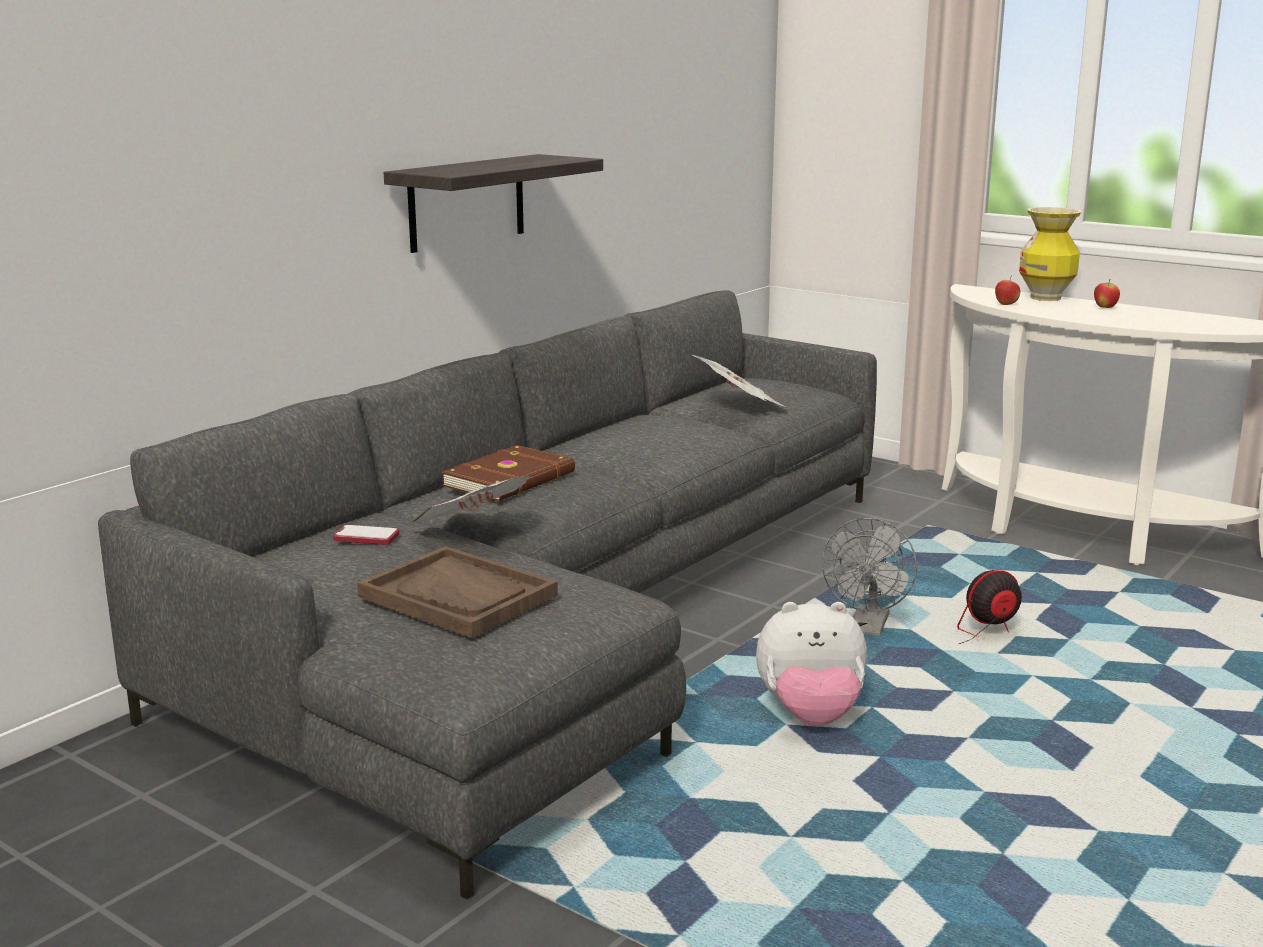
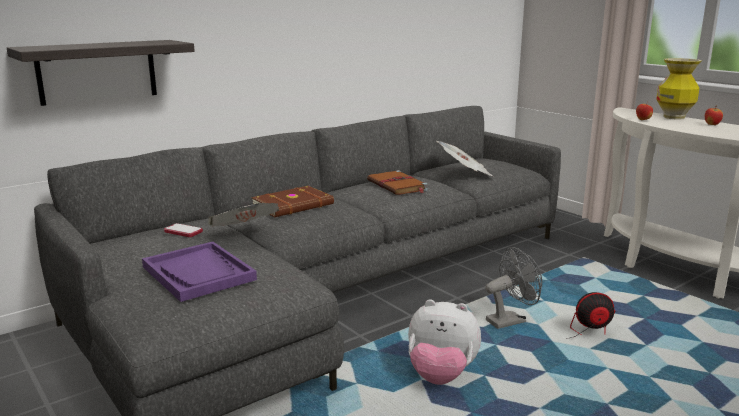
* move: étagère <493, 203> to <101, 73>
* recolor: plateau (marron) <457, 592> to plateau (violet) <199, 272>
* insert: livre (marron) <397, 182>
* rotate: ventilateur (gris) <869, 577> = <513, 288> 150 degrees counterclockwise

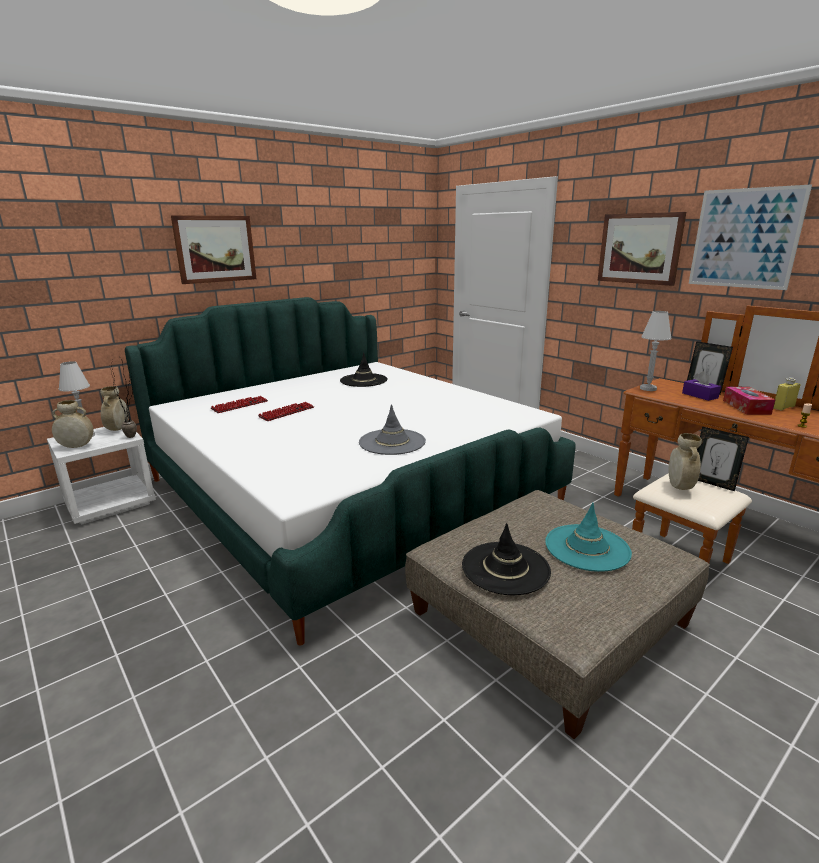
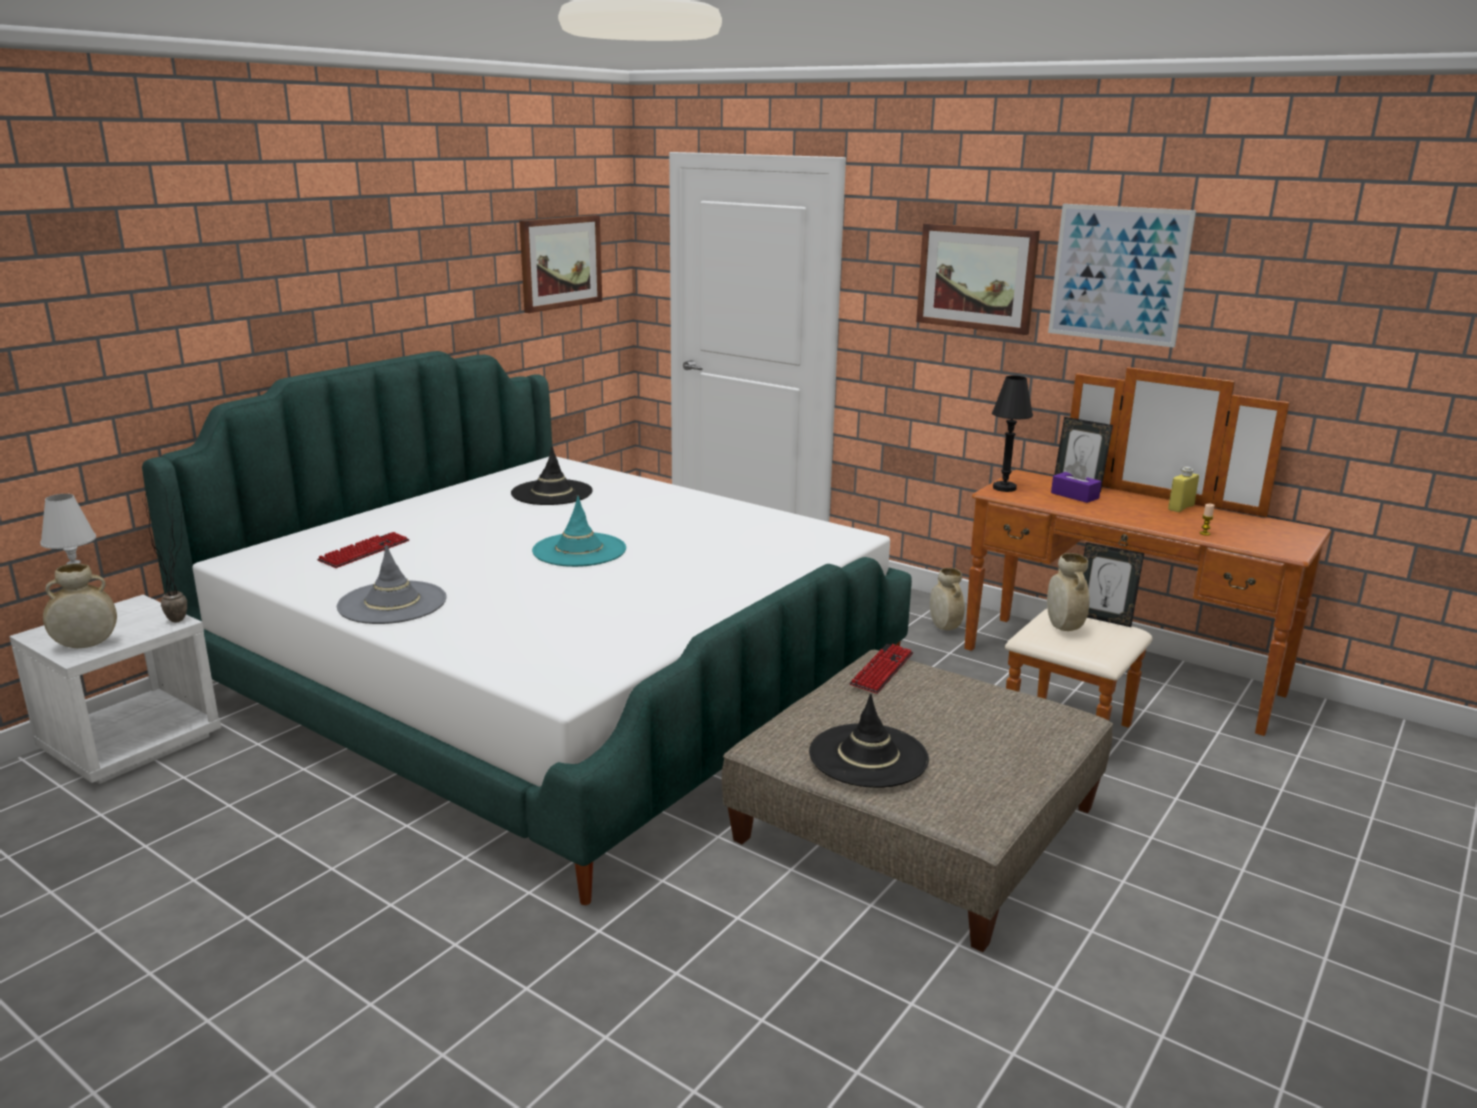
* move: chapeau (gris) <392, 429> to <392, 584>
* move: tableau <214, 249> to <560, 264>
* move: chapeau (turquoise) <588, 537> to <579, 531>
* move: clavier <286, 411> to <881, 669>
* move: vase (beige) <114, 408> to <947, 599>
* recolor: lampe de table (blanc) <656, 351> to lampe de table (noir) <1012, 434>
* delete: boîte à mouchoirs <749, 401>

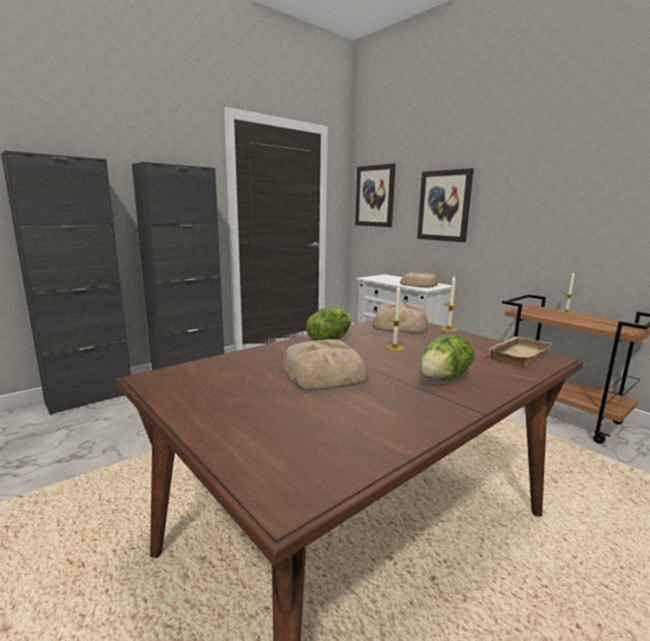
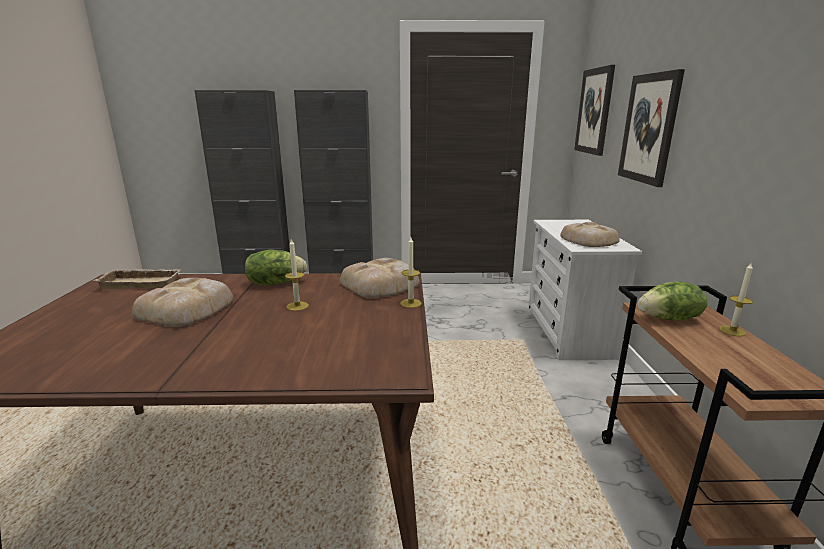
* move: plateau (beige) <520, 351> to <137, 279>
* move: laitue <447, 357> to <673, 301>

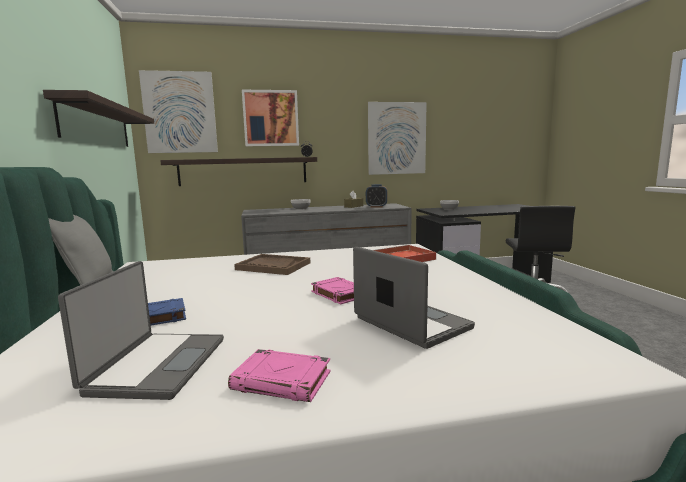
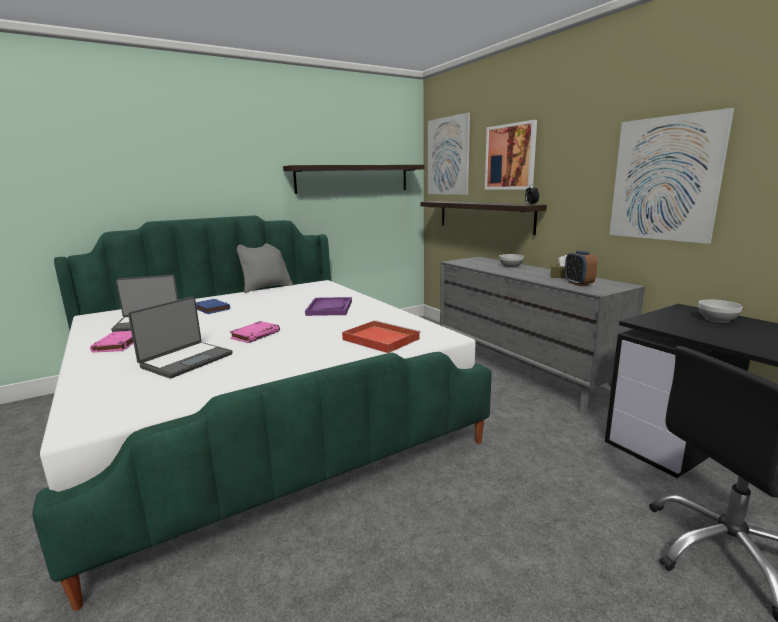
* recolor: plateau (marron) <272, 264> to plateau (violet) <328, 306>

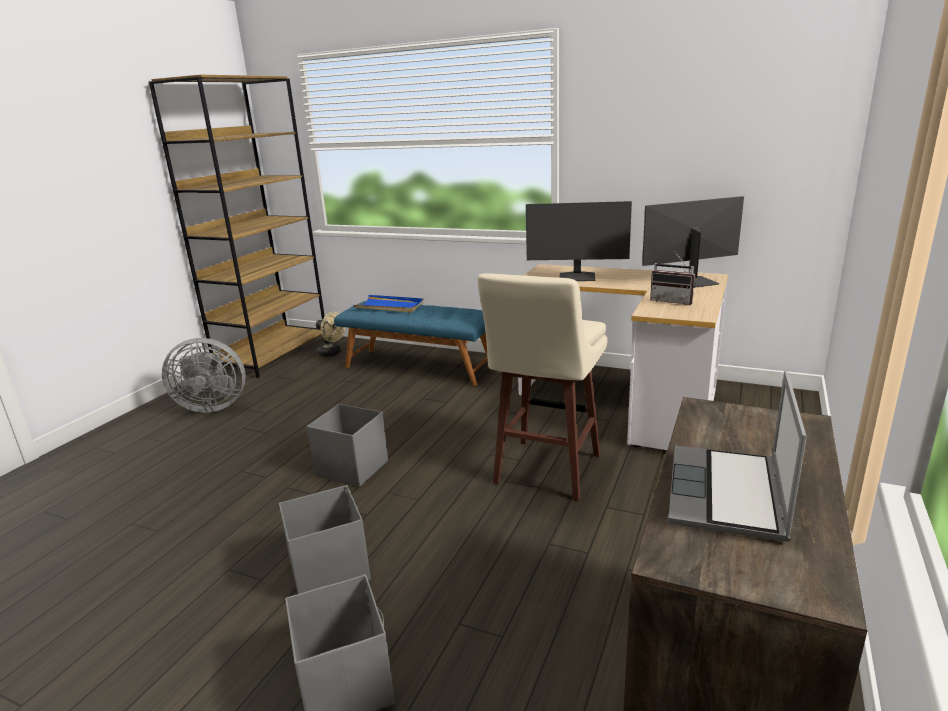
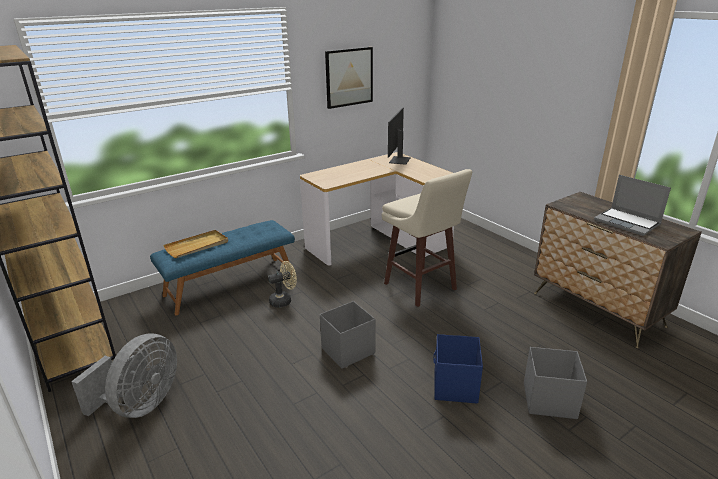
* recolor: plateau (bleu) <389, 304> to plateau (beige) <195, 244>
* move: ventilateur (beige) <330, 334> to <282, 284>
* insert: tableau <349, 78>
* recolor: boîte de rangement (gris) <325, 539> to boîte de rangement (bleu) <458, 369>
* delete: écran d'ordinateur <579, 241>
* delete: radio <673, 278>

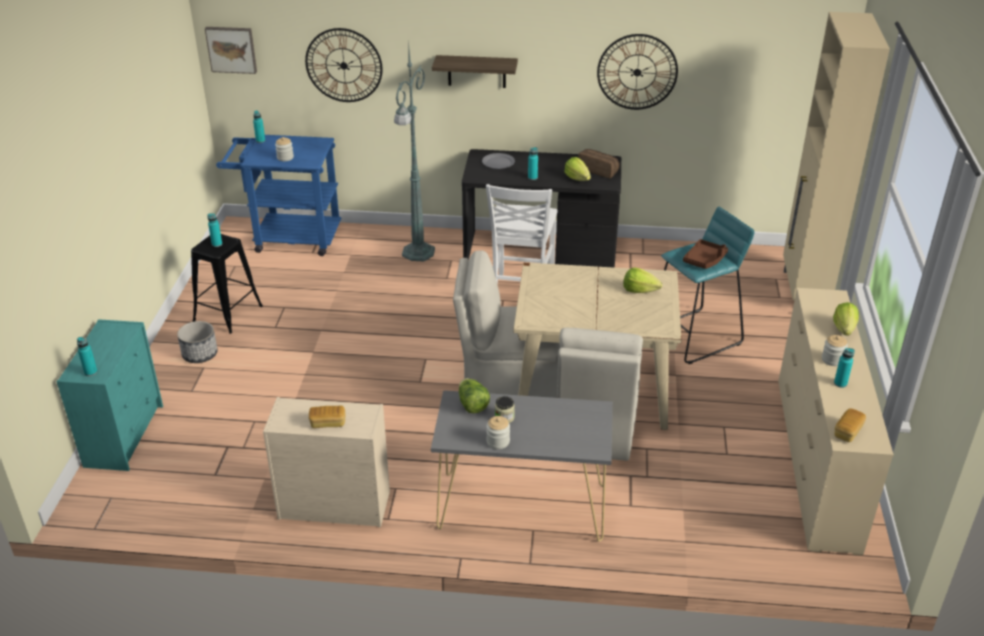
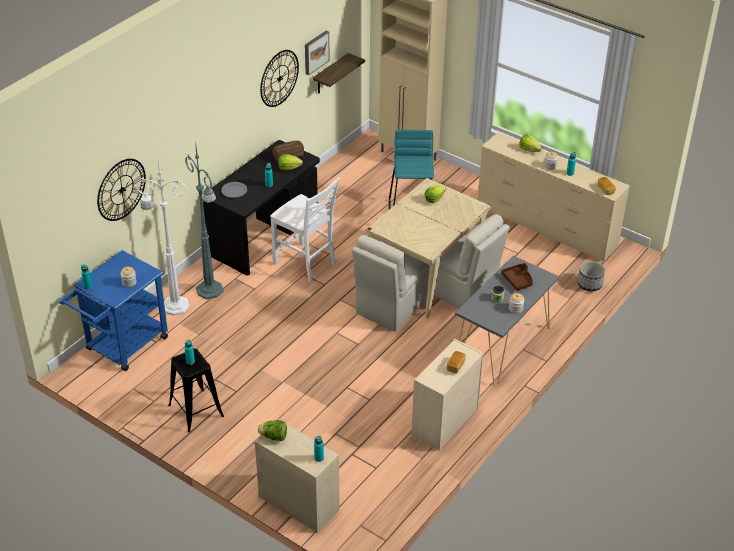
* insert: lampadaire (blanc) <163, 237>
* recolor: commode (turquoise) <109, 395> to commode (beige) <297, 476>
* move: laitue <474, 395> to <272, 430>
* move: tableau <231, 50> to <317, 53>
* move: étagère <475, 71> to <339, 73>
* move: plateau (marron) <705, 254> to <517, 277>
* move: cache-pot <197, 342> to <591, 276>

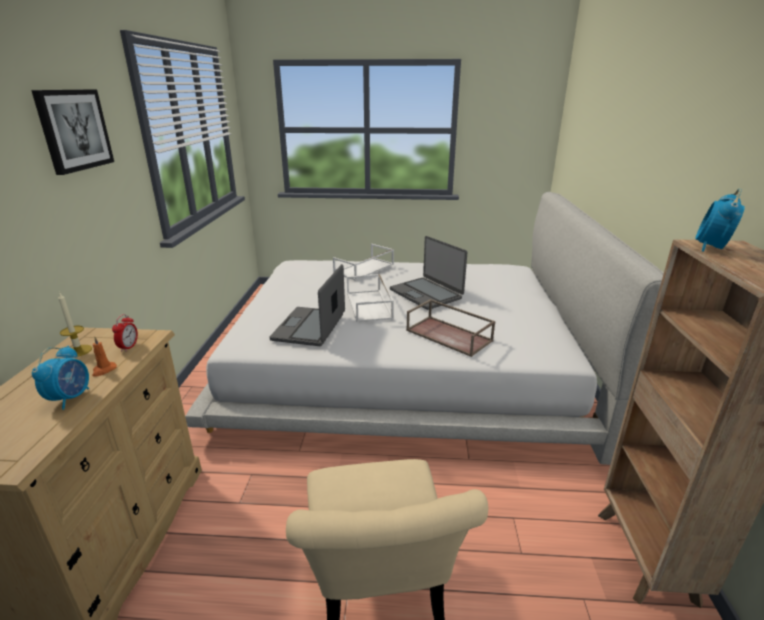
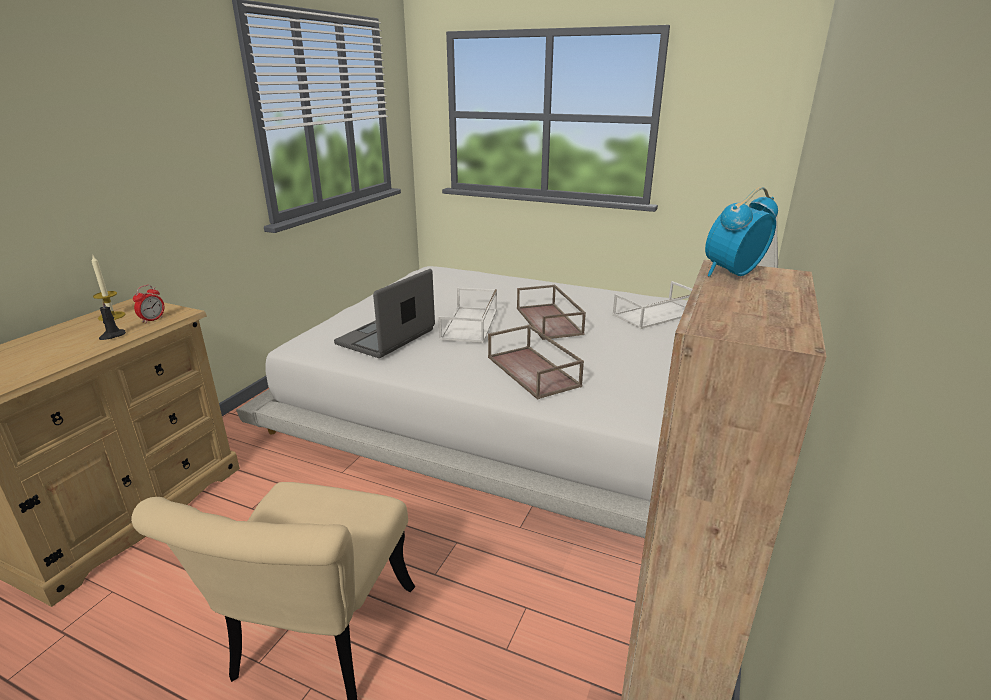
* recolor: bougie (orange) <104, 357> to bougie (noir) <112, 320>
* replace: ordinateur portable <428, 273> to plateau (marron) <551, 312>
* move: plateau (blanc) <363, 262> to <652, 305>
* delete: tableau <72, 132>
* delete: réveil <60, 378>

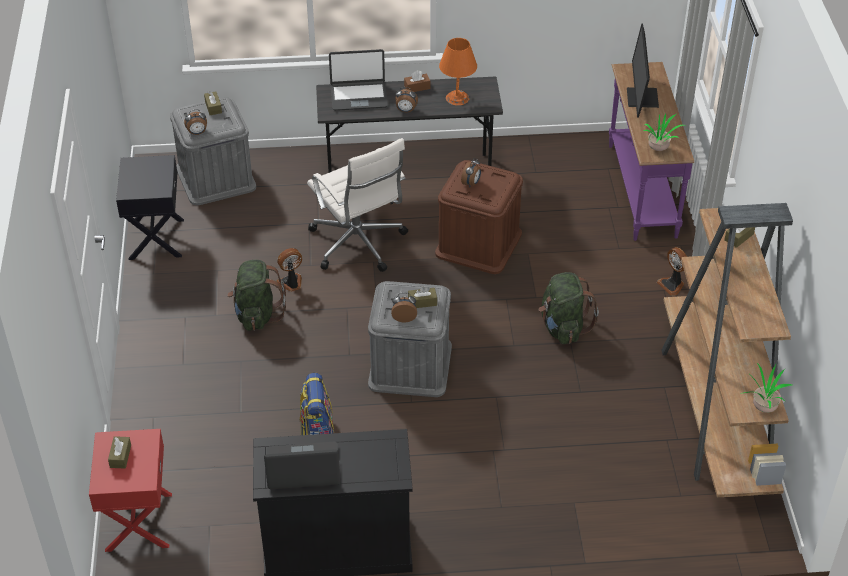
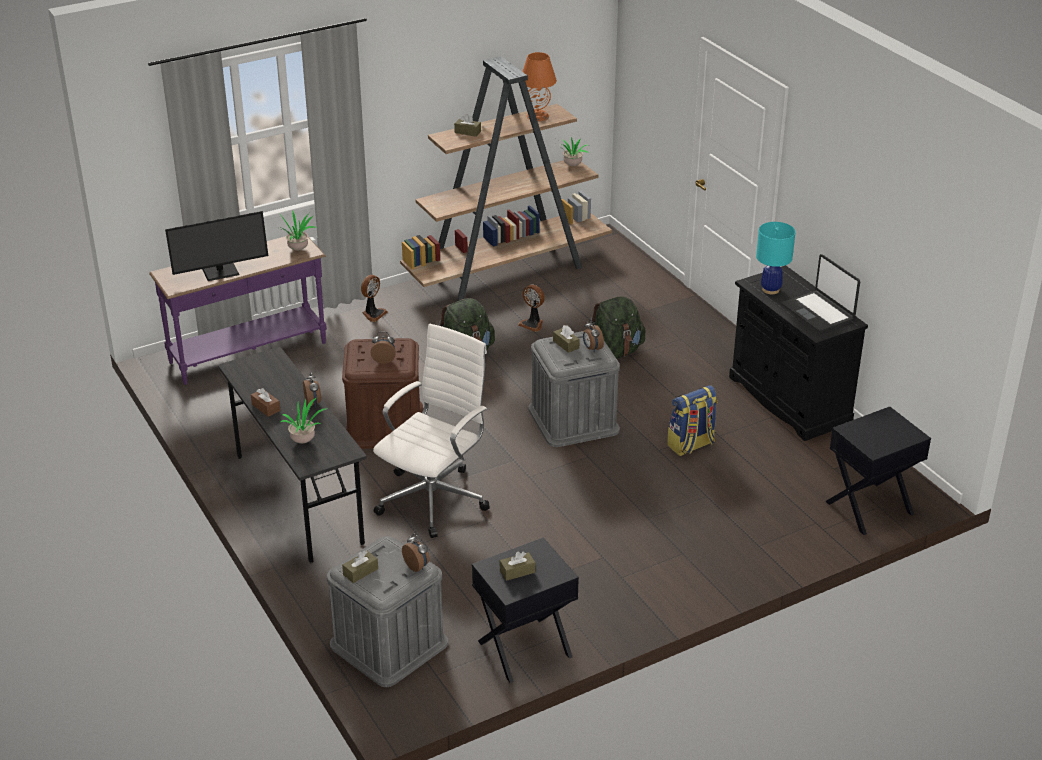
* replace: ordinateur portable <358, 80> to plante en pot <303, 420>
* move: boîte à mouchoirs (marron) <119, 452> to <517, 566>
* move: ventilateur <289, 270> to <531, 308>
* move: lampe de table (orange) <458, 72> to <539, 86>
* move: sac à dos (vert) <256, 295> to <617, 328>
* insert: lampe de table (turquoise) <776, 258>
* recolor: table de chevet (rouge) <130, 490> to table de chevet (noir) <878, 471>

